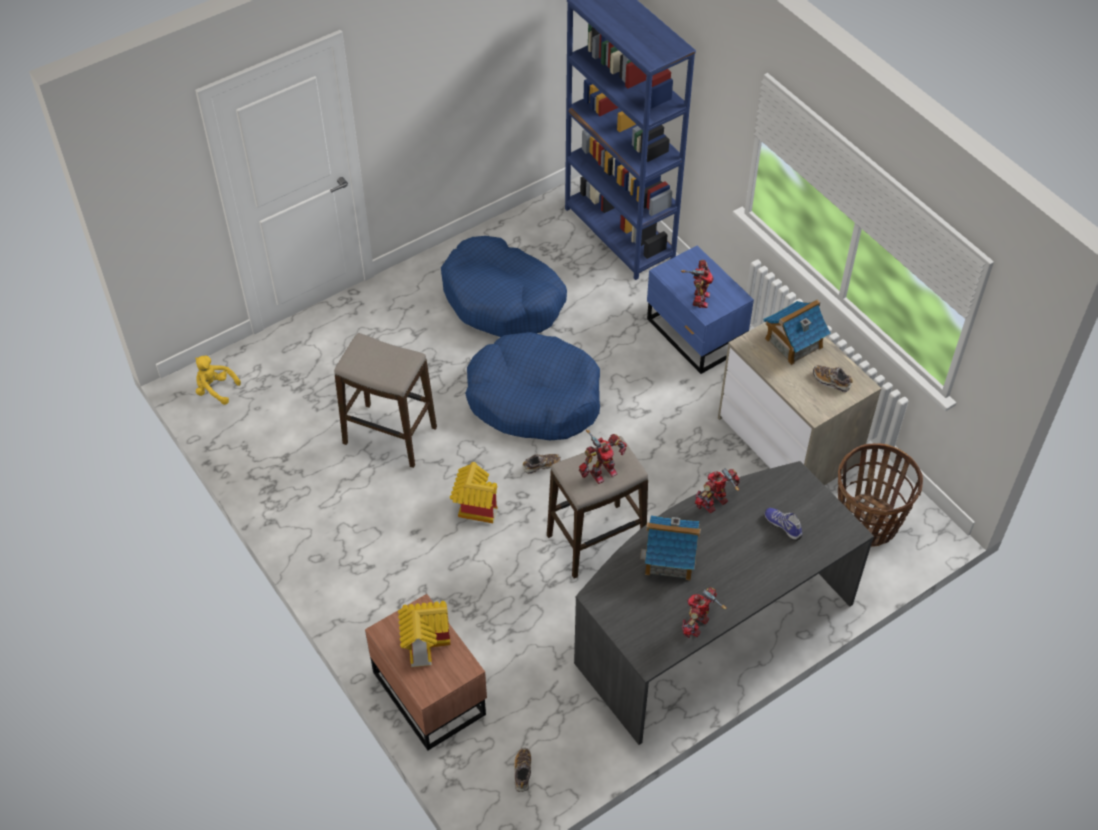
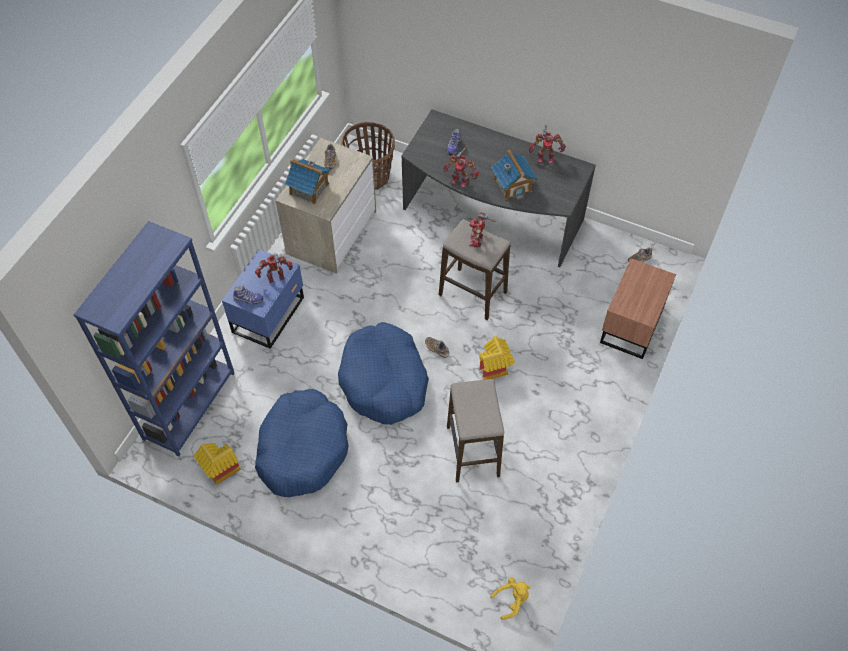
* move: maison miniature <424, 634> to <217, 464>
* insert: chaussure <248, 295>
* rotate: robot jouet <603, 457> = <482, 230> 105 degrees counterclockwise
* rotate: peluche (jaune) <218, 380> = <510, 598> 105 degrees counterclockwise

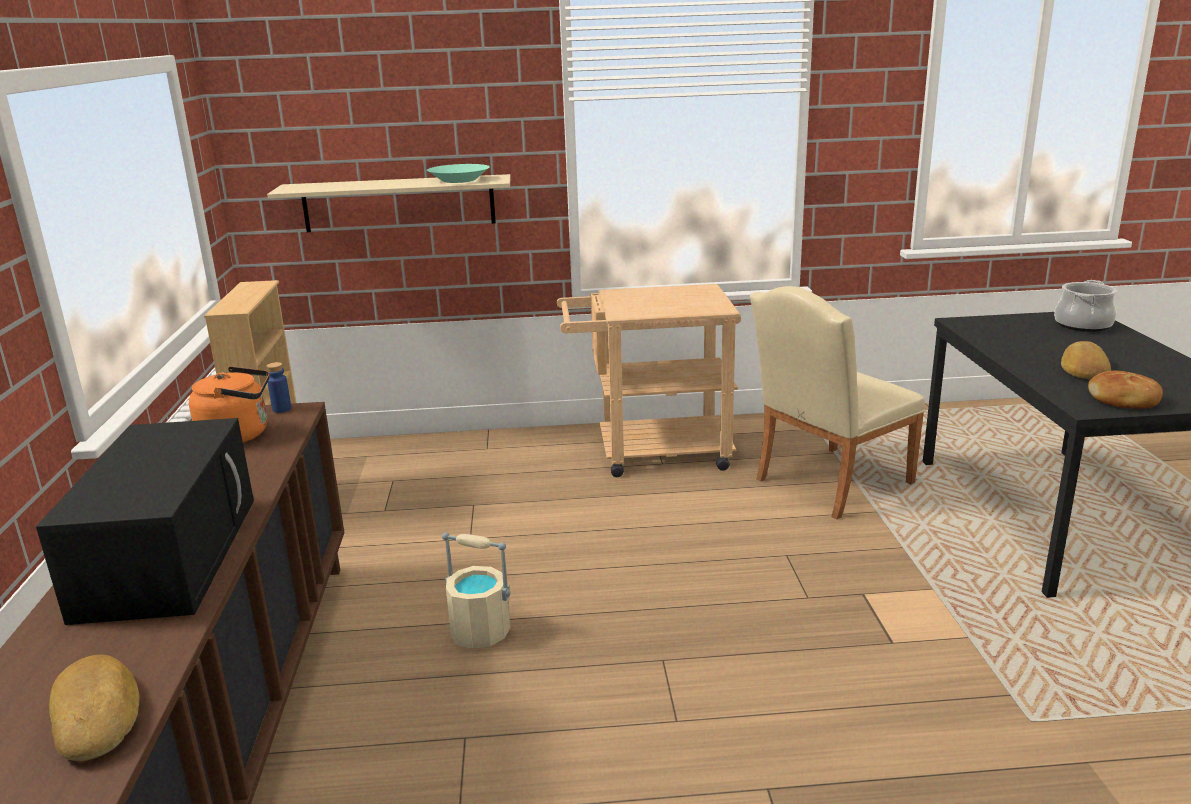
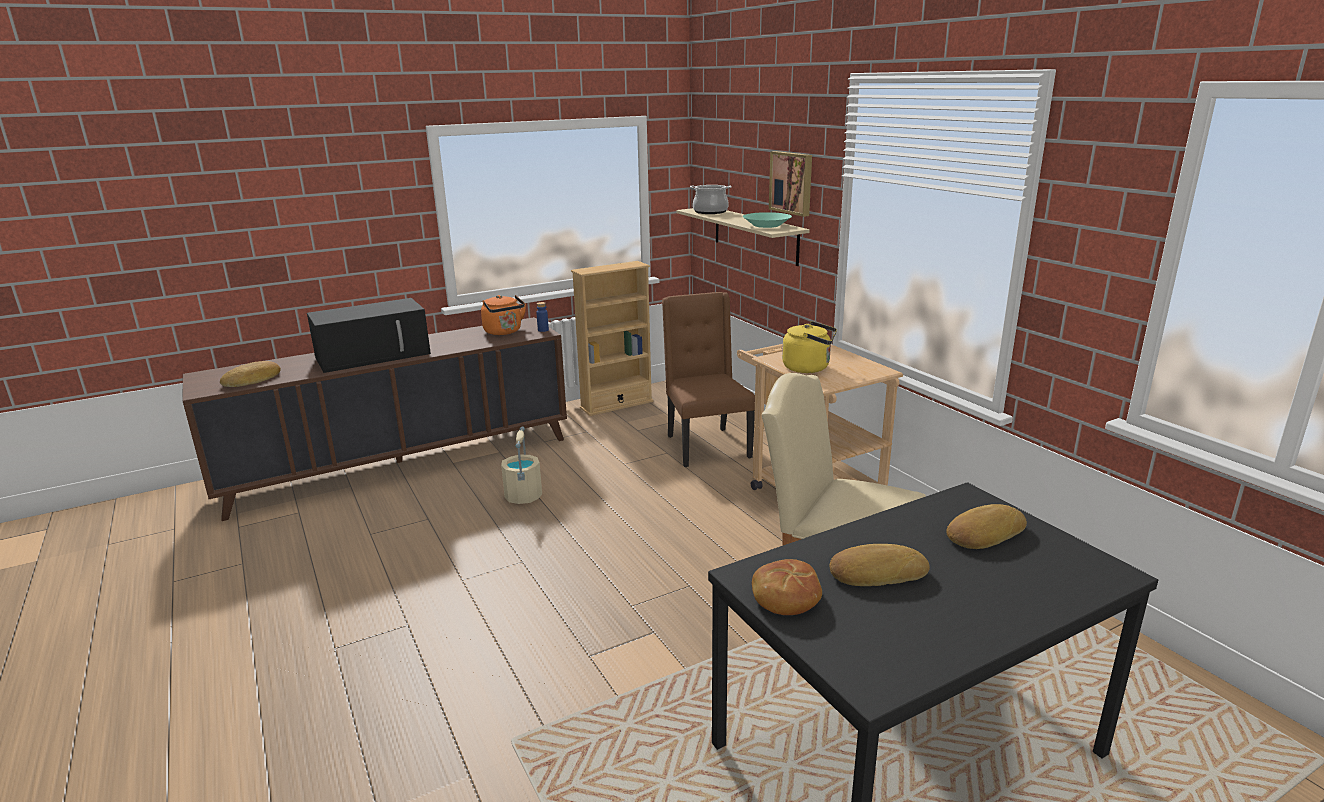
* insert: chaise (marron) <708, 379>
* move: marmite <1085, 306> to <711, 199>
* insert: tableau <790, 184>
* insert: bouilloire (jaune) <809, 347>
* insert: pain <986, 526>

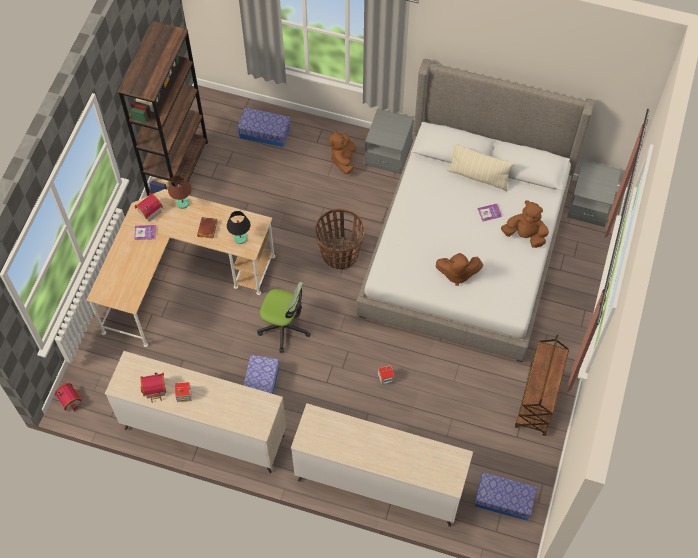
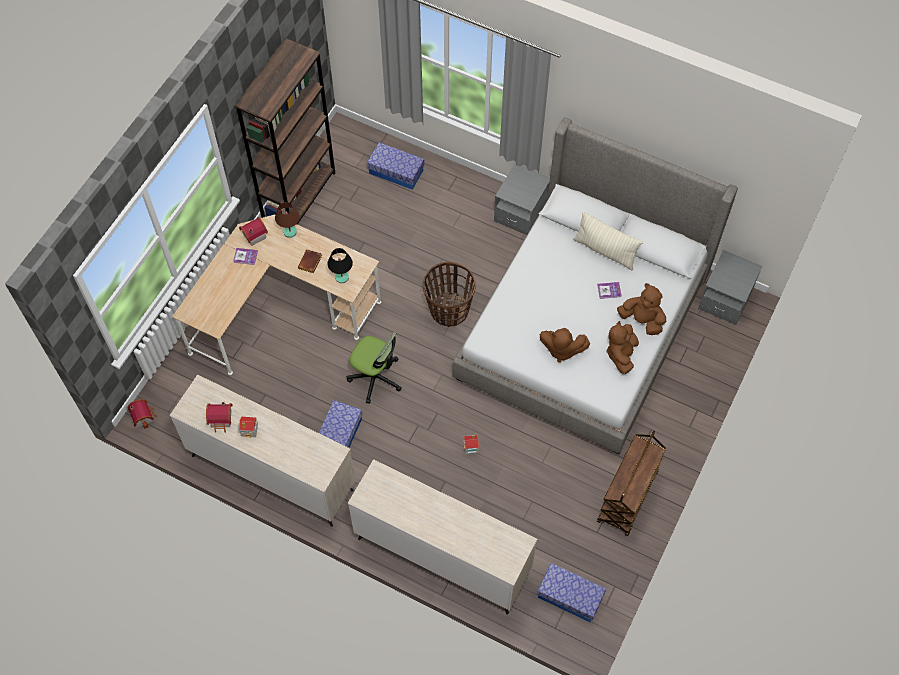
* move: peluche (marron) <342, 152> to <623, 347>

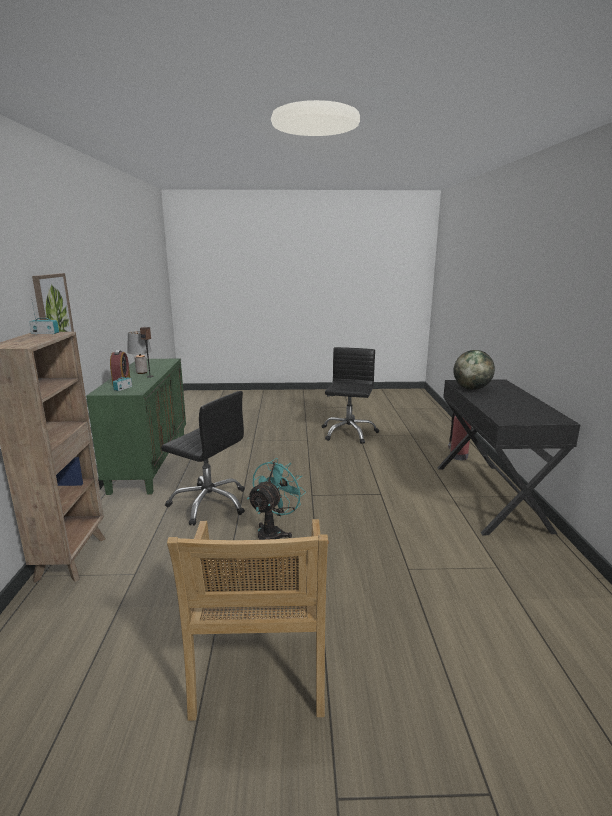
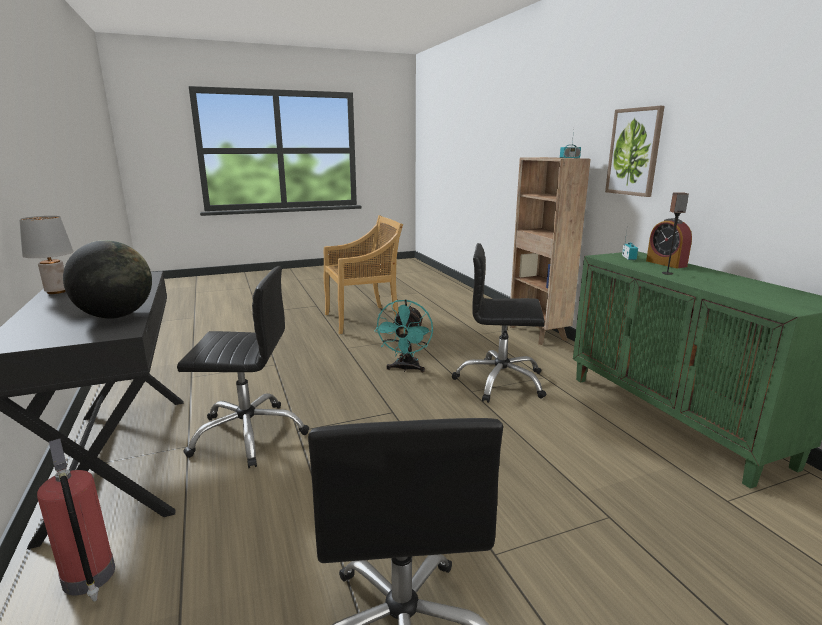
* move: lampe de table (gris) <139, 352> to <46, 255>
* insert: chaise de bureau (noir) <243, 367>
* rotate: chaise (beige) <248, 620> = <363, 274> 90 degrees clockwise

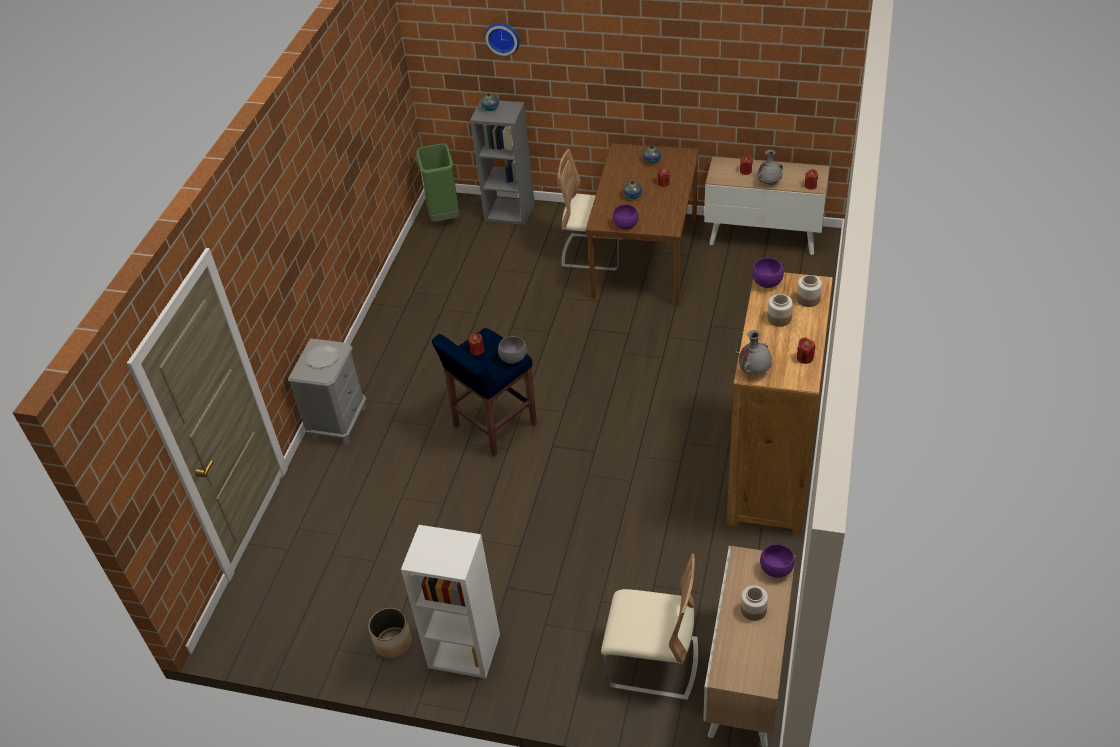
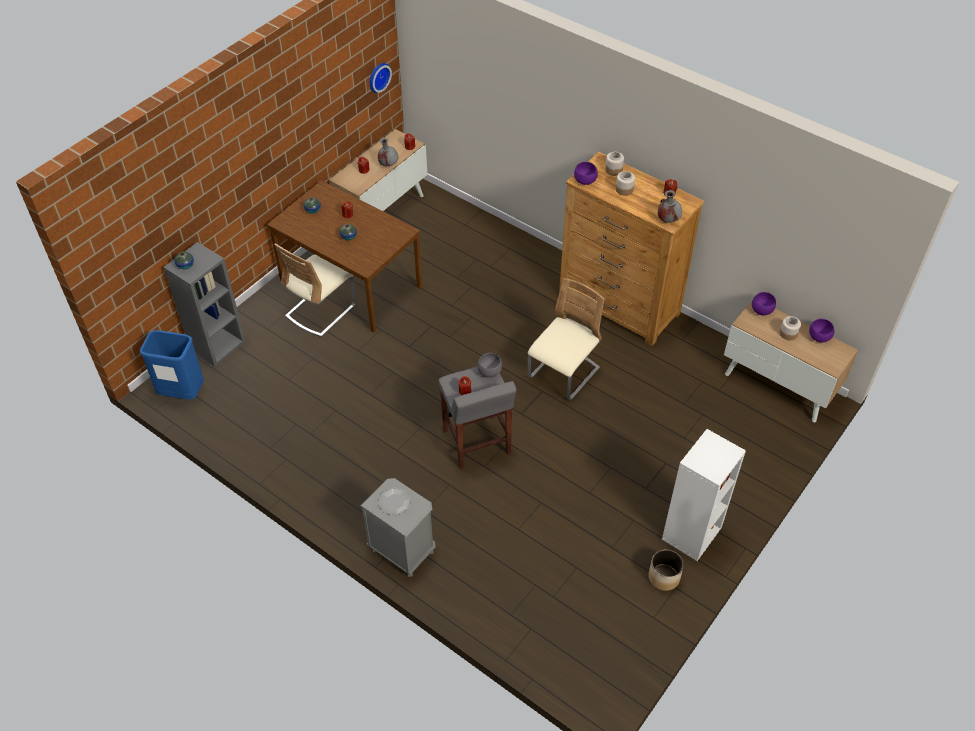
* recolor: poubelle (vert) <438, 182> to poubelle (bleu) <172, 364>
* move: horloge murale <502, 39> to <380, 78>
* recolor: tabouret (bleu) <484, 392> to tabouret (gris) <477, 418>
* move: chaise (beige) <649, 627> to <566, 339>
* move: bol (violet) <626, 217> to <821, 330>

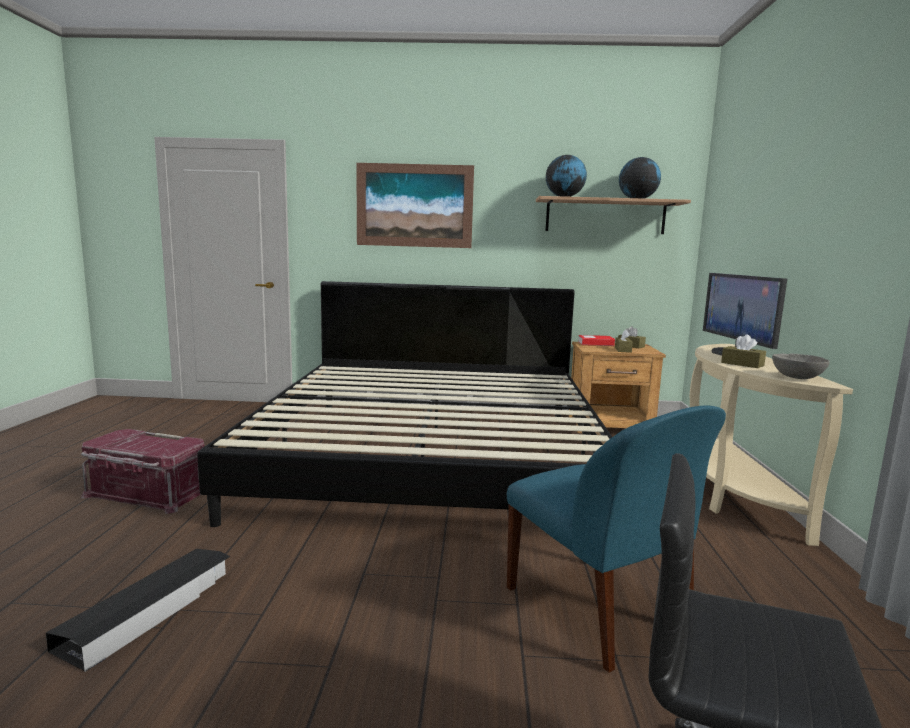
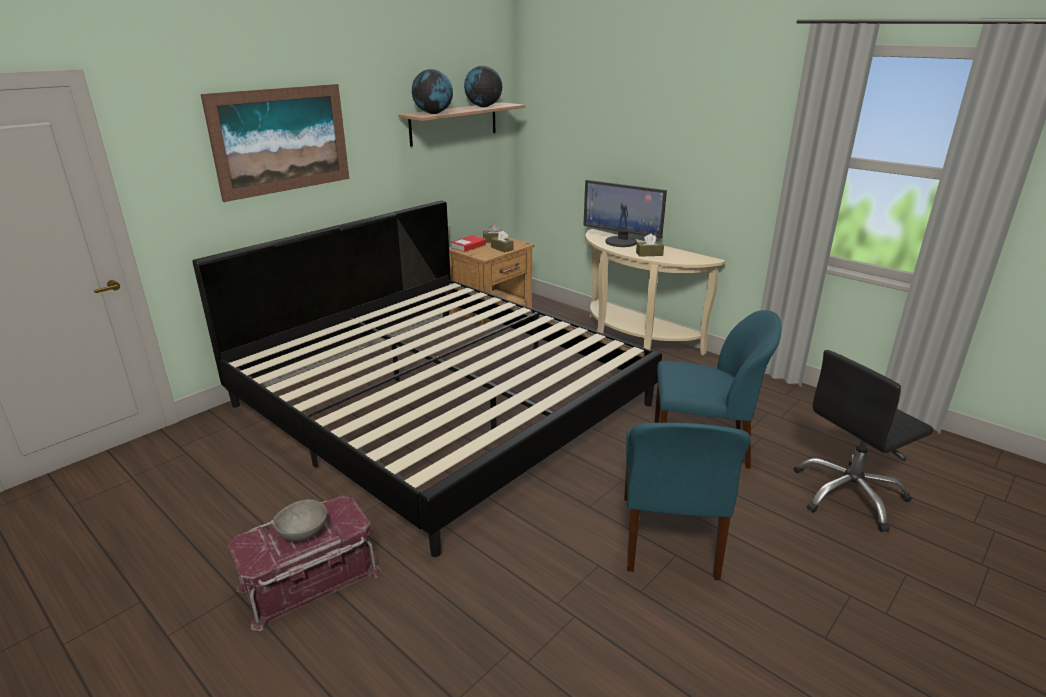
* move: bol (gris) <801, 366> to <300, 520>
* insert: chaise (bleu) <687, 501>
* delete: boîte de rangement (noir) <138, 610>

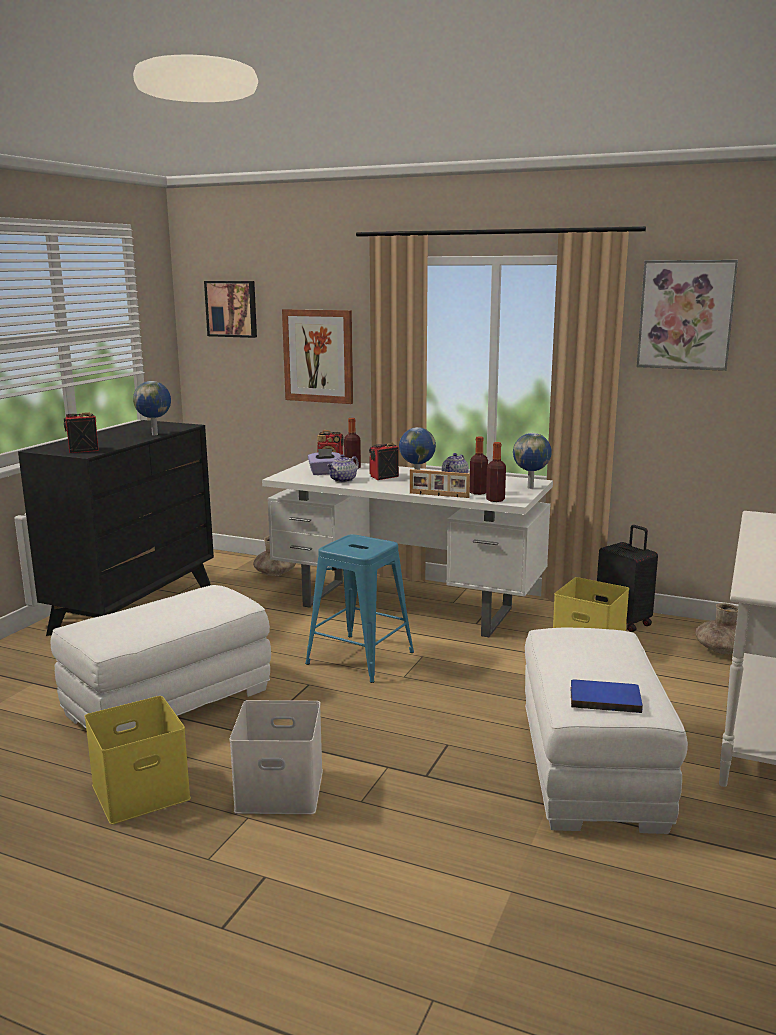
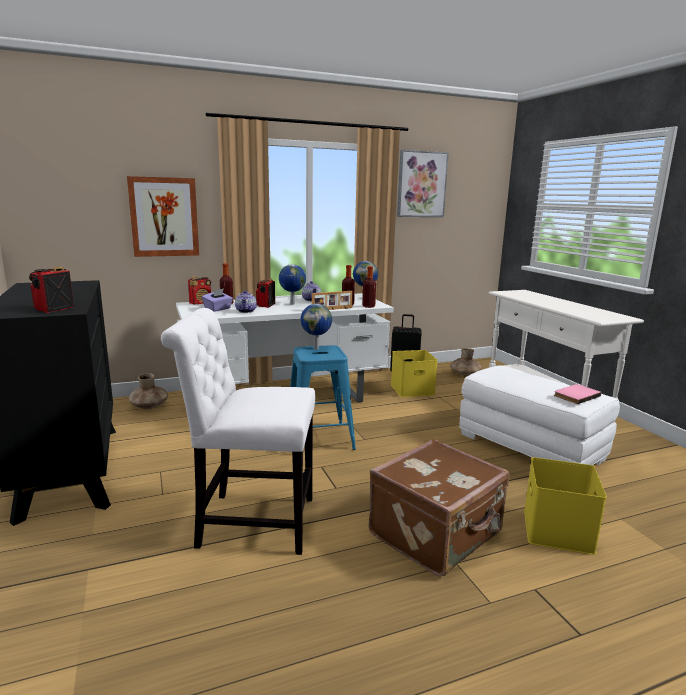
* replace: pouf (blanc) <161, 658> to chaise (blanc) <238, 431>
* move: globe <152, 408> to <316, 327>
* replace: boîte de rangement (blanc) <276, 757> to valise (marron) <439, 507>
* move: boîte de rangement (jaune) <137, 760> to <565, 506>
* recolor: livre (bleu) <607, 696> to livre (rose) <577, 394>
* delete: tableau <230, 309>

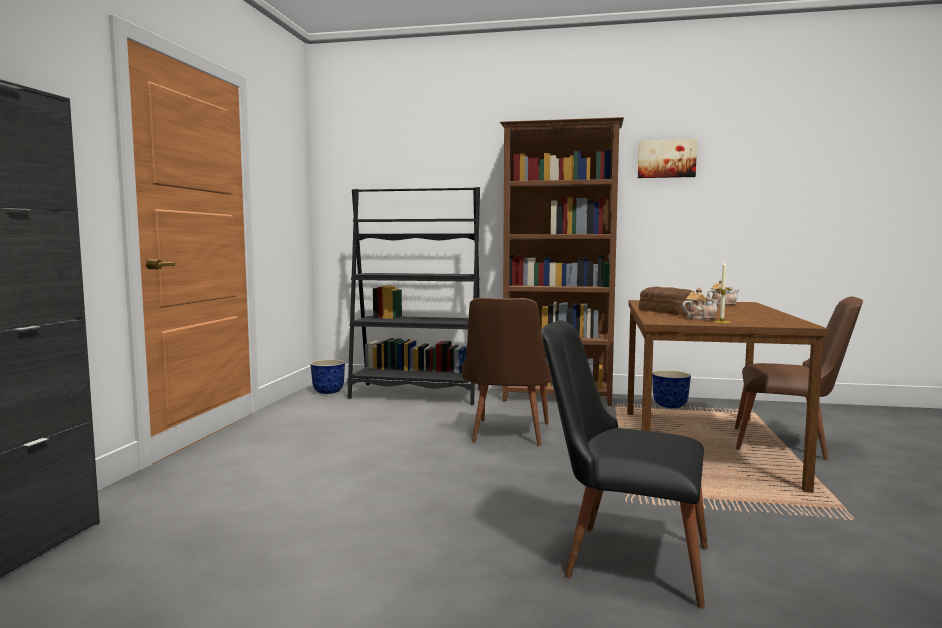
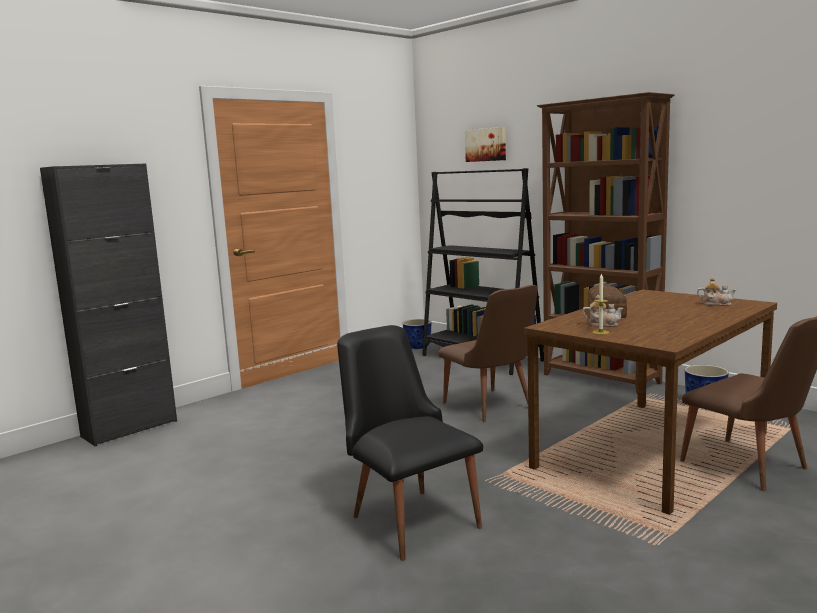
* rotate: chaise (marron) <507, 371> = <488, 353> 75 degrees counterclockwise
* move: tableau <667, 158> to <485, 144>

